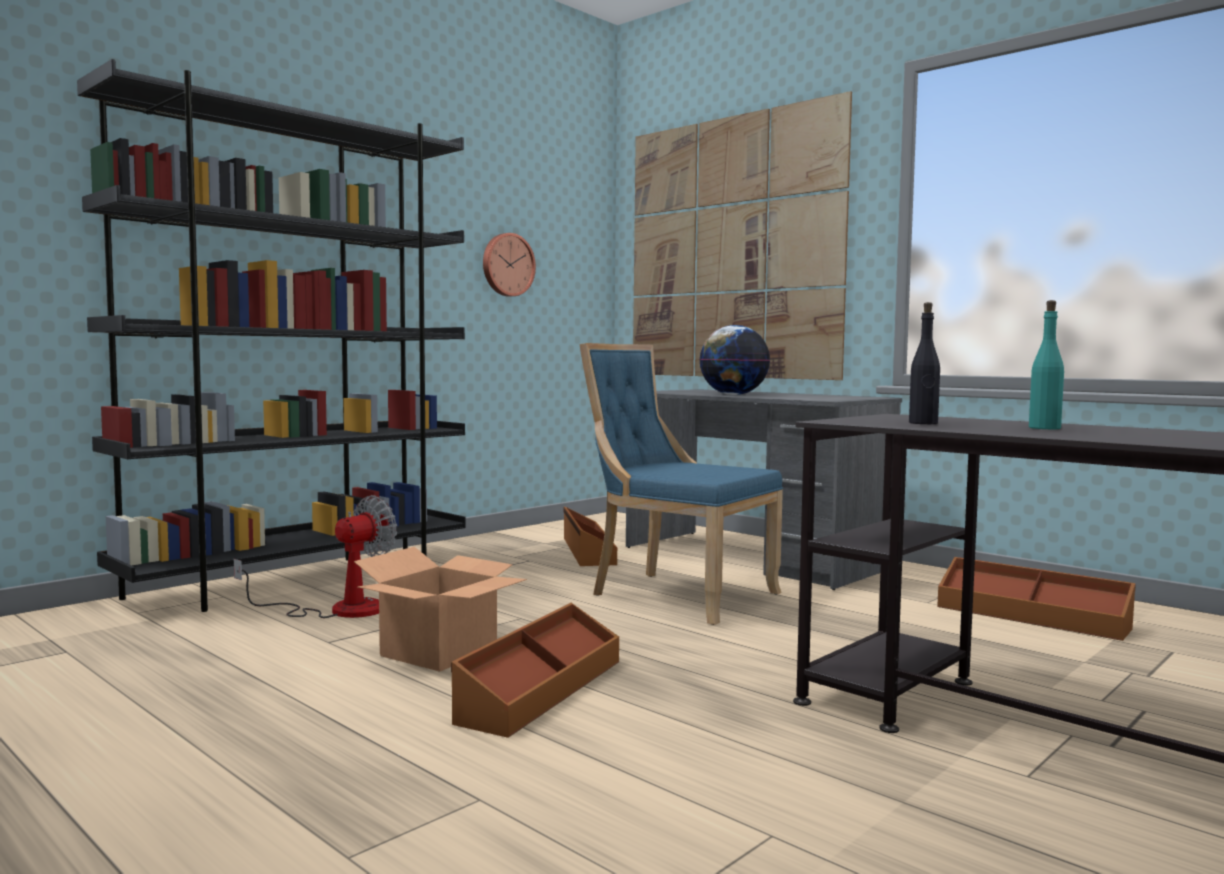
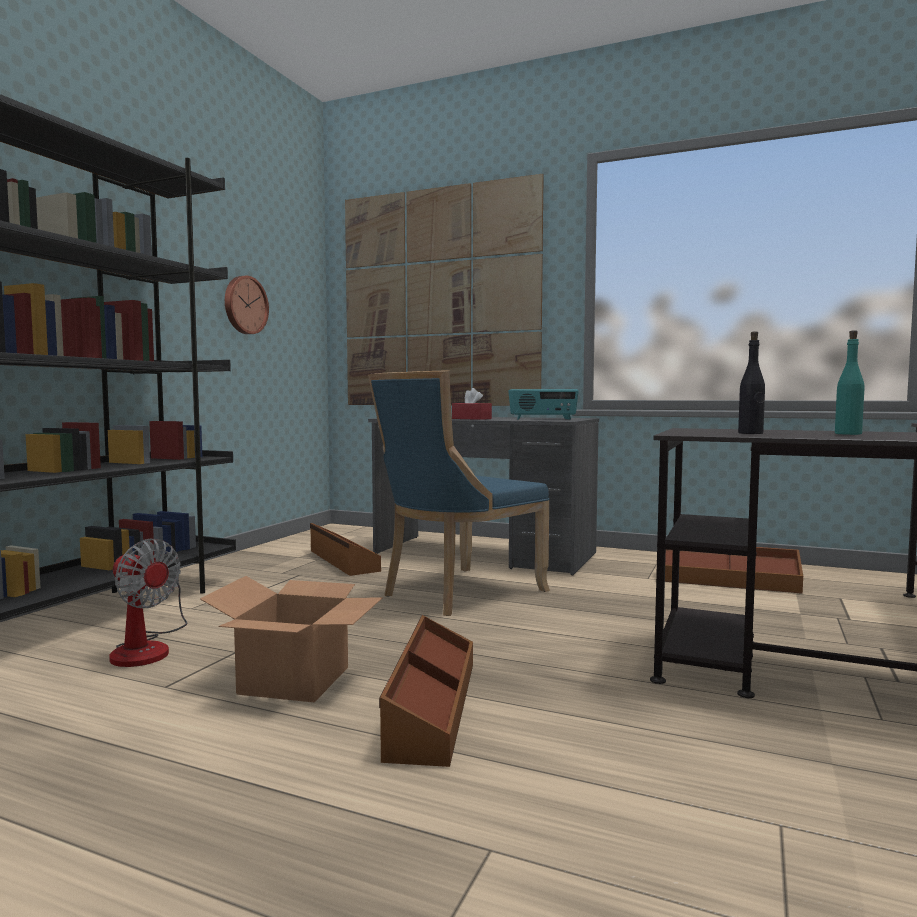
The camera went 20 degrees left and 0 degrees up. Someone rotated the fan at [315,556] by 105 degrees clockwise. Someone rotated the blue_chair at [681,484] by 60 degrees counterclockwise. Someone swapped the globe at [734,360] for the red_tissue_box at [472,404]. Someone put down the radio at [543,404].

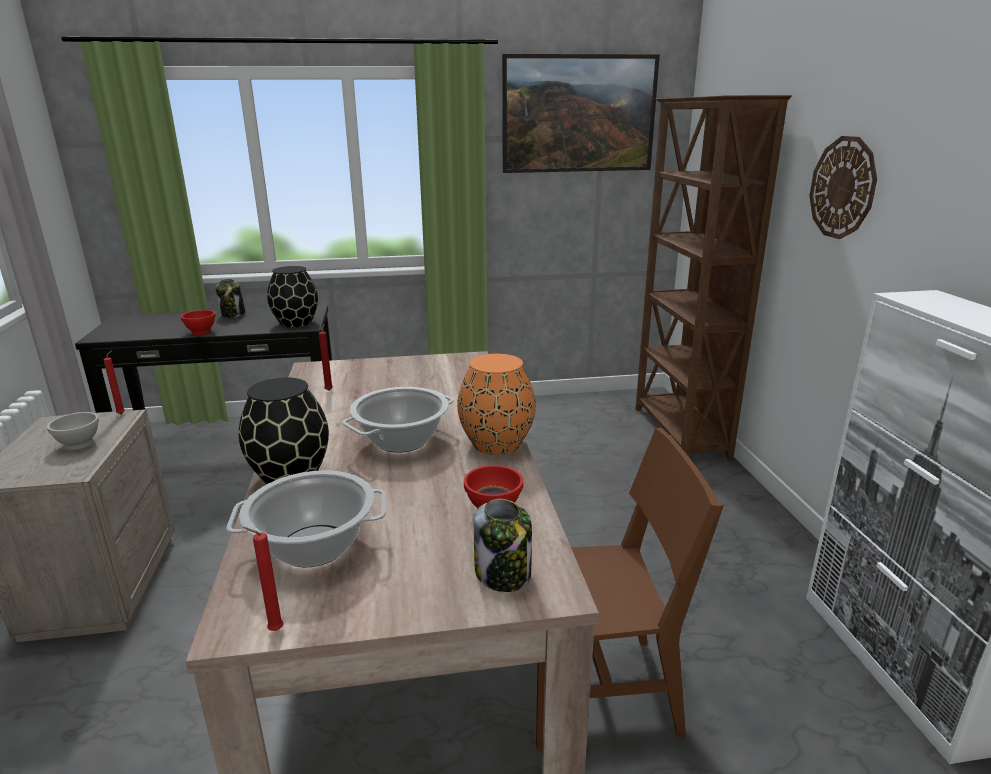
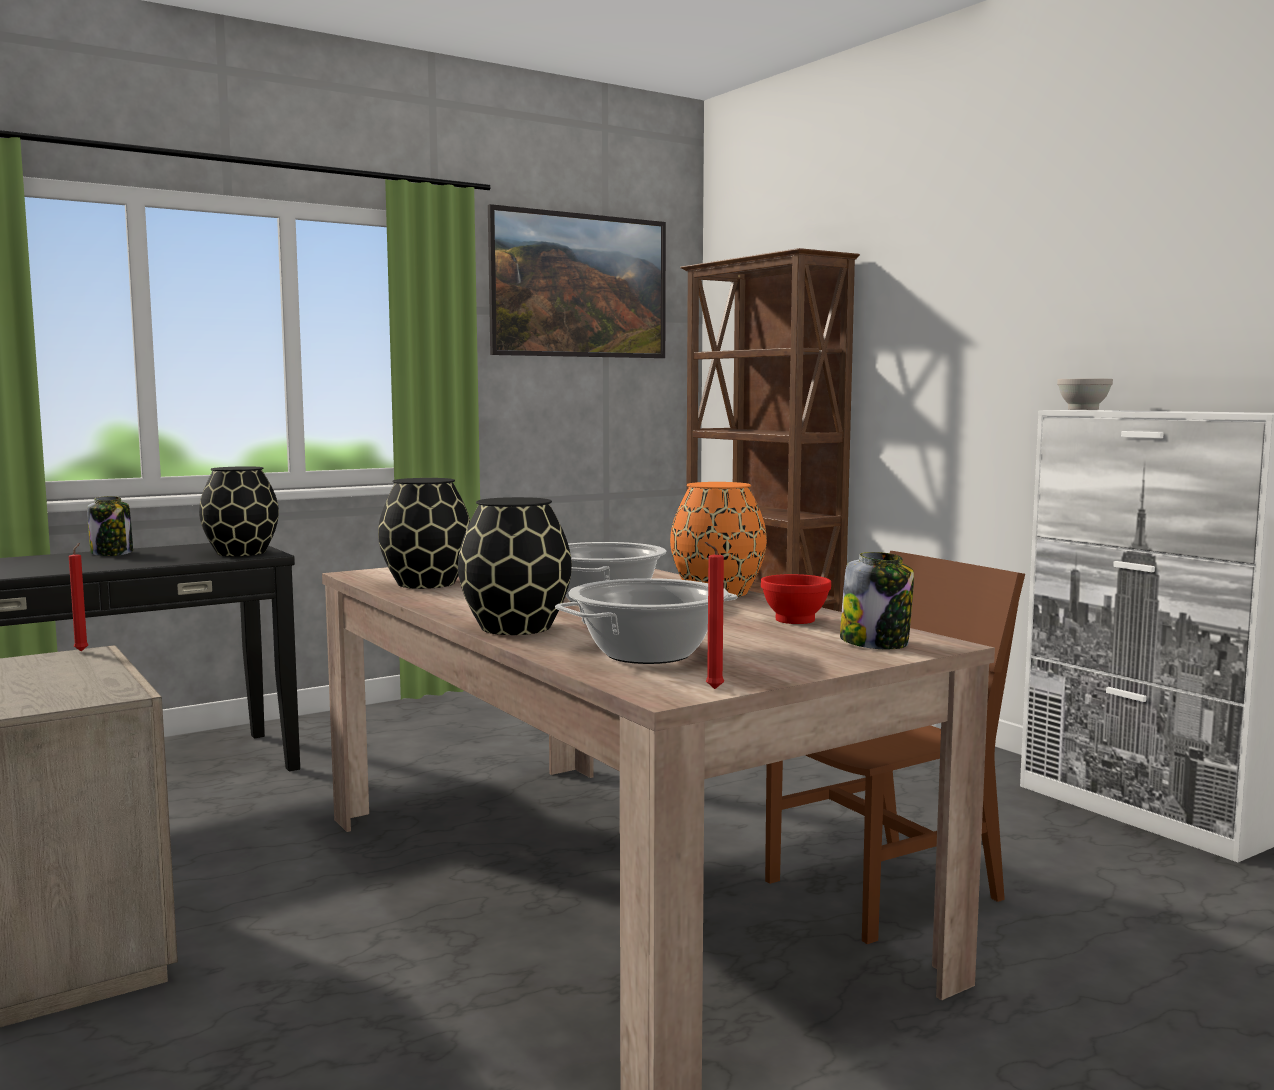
The camera went 25 degrees left and 15 degrees down. Someone swapped the red_candle at [326,357] for the black_vase at [424,533]. Someone carried the white_bowl from [73,431] to [1085,394]. Someone took away the red_bowl at [198,322]. Someone took away the wall_clock at [843,187].

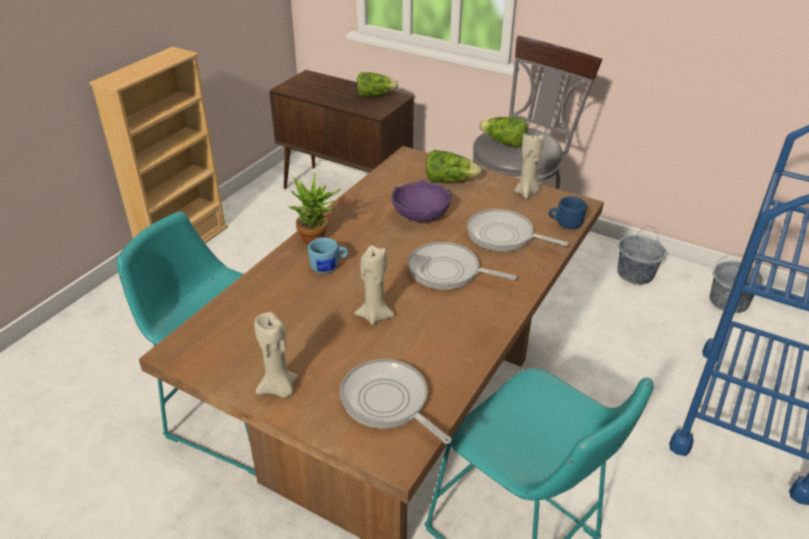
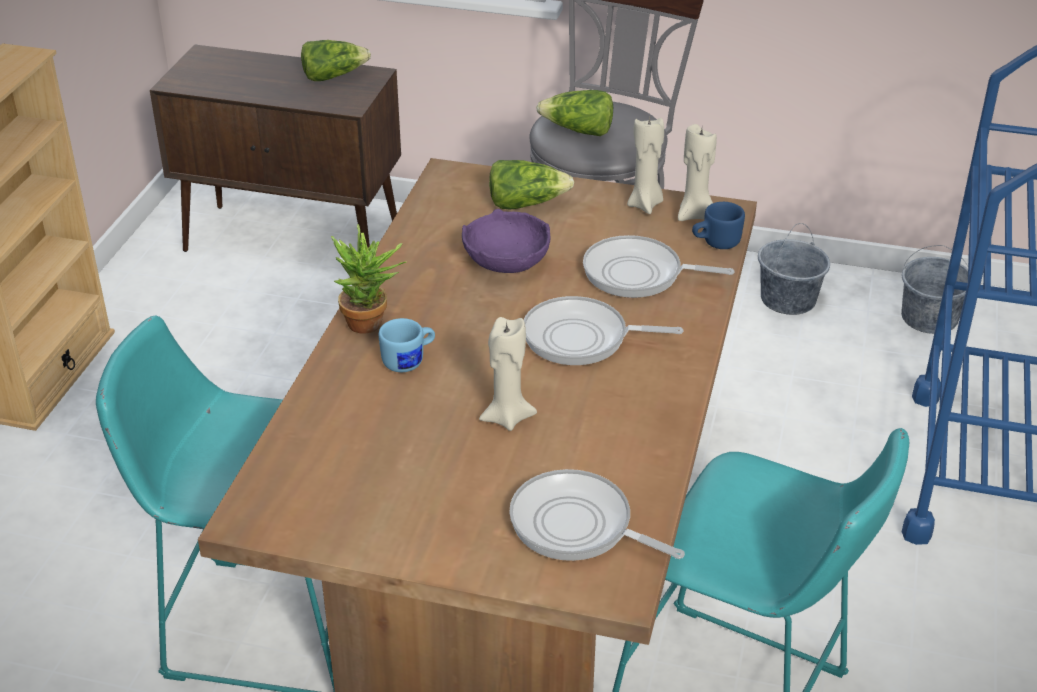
The camera went 15 degrees left and 0 degrees up. Someone carried the beige_candle from [276,355] to [697,172].

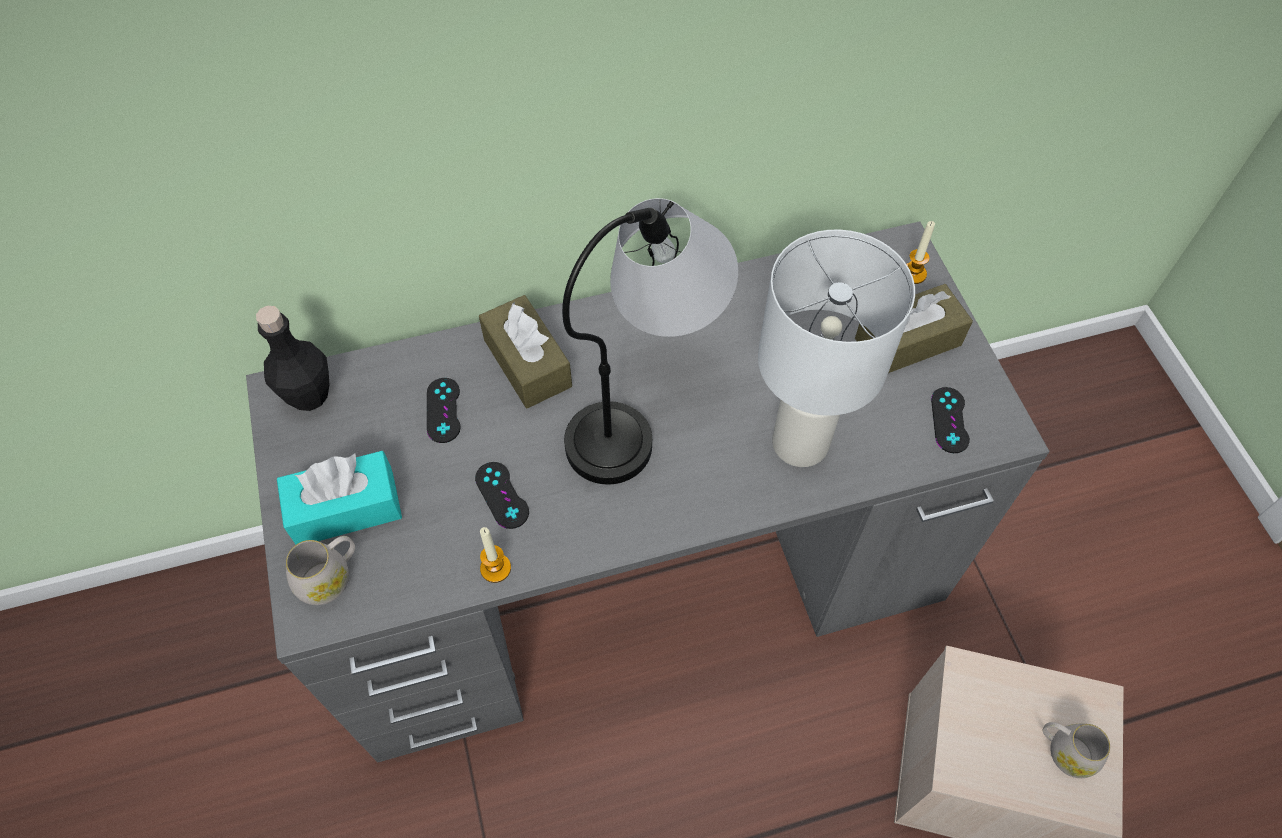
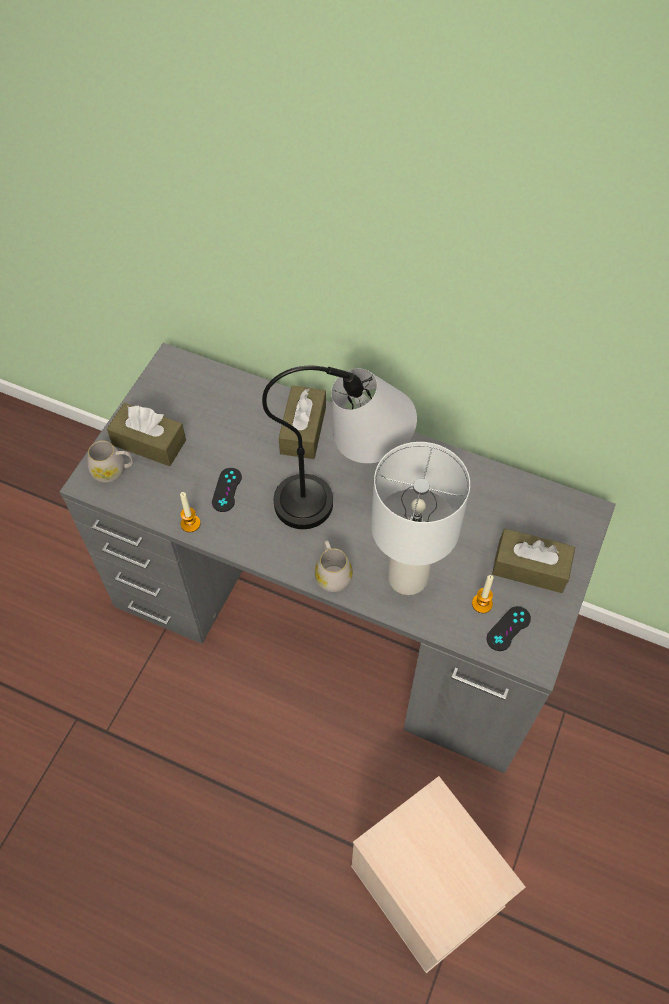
The camera went 40 degrees right and 0 degrees up. Someone repainted the turquoise_tissue_box at [339,497], which became the brown_tissue_box at [146,434]. Someone carried the white_mug from [1076,750] to [334,566]. Someone carried the candle from [921,252] to [483,594]. Someone took away the black_bottle at [292,358]. Someone took away the black_game_controller at [444,410].

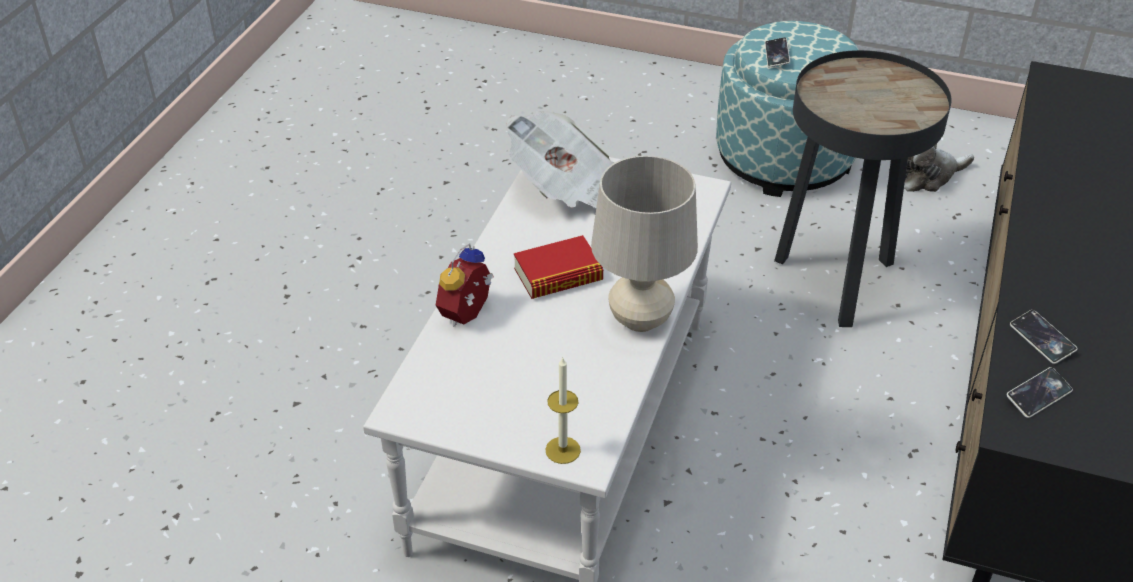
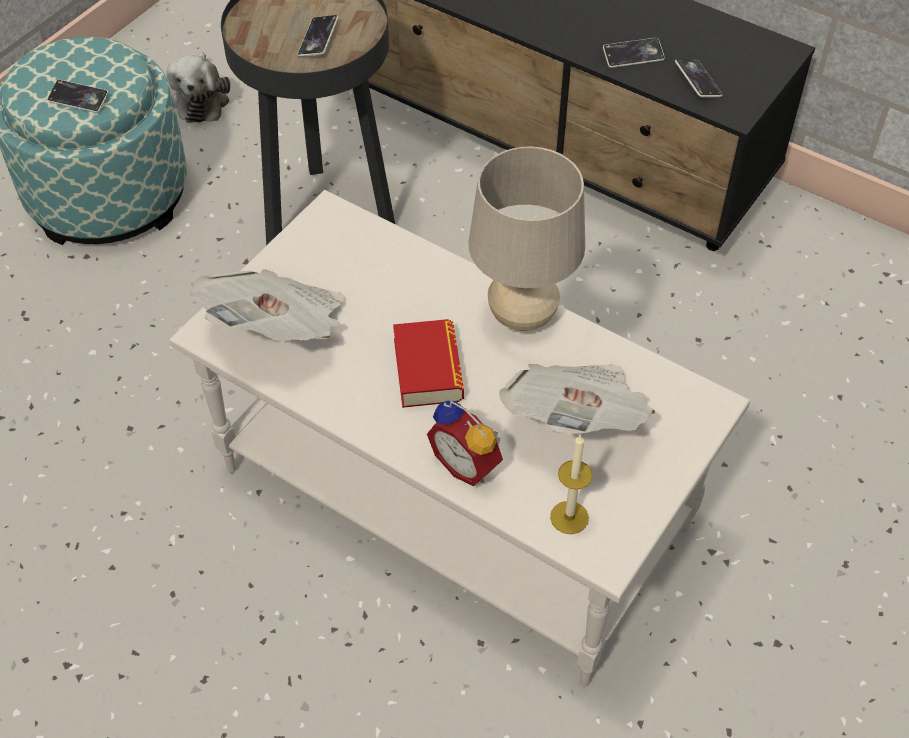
The camera went 75 degrees left and 10 degrees up. Someone put down the phone at [318,36]. Someone put down the newspaper at [577,399]. Someone carried the candle from [563,411] to [571,484].

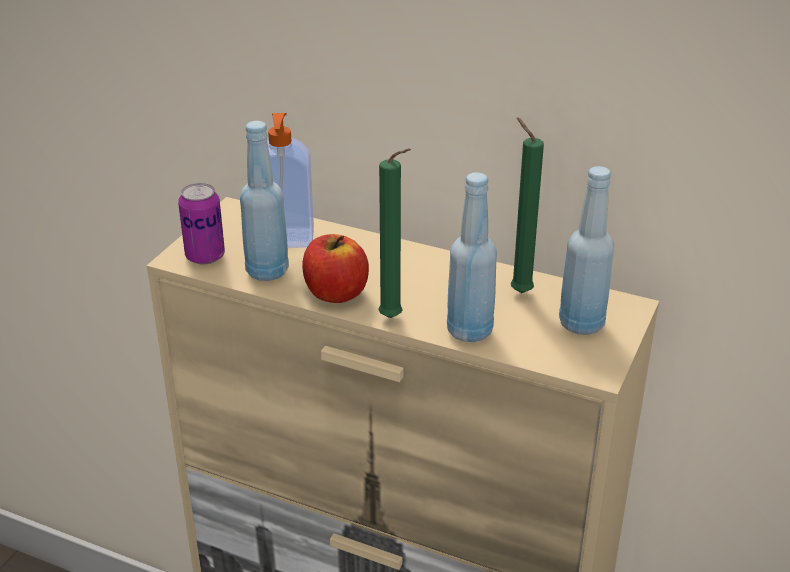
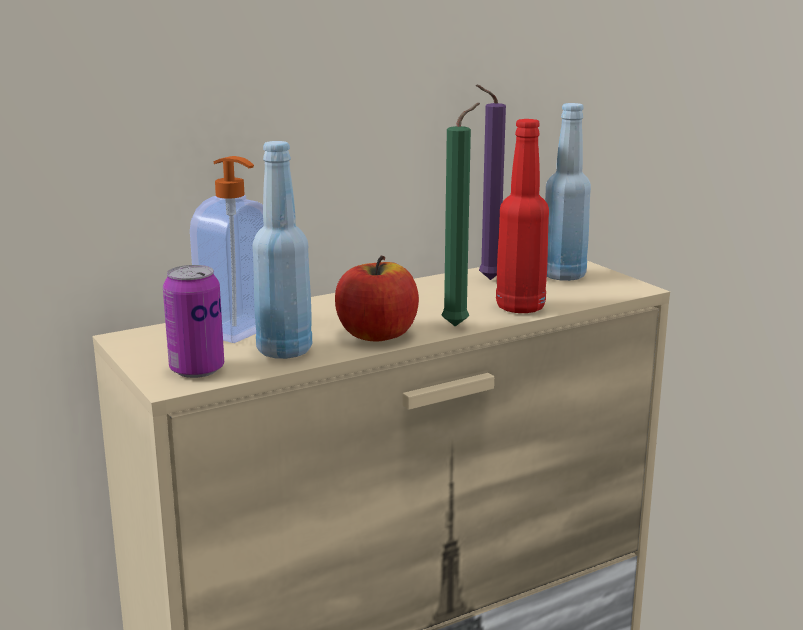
The camera went 55 degrees left and 15 degrees down. Someone repainted the green_candle at [527,205], which became the purple_candle at [491,182]. Someone repainted the blue_bottle at [472,257], which became the red_bottle at [522,216].

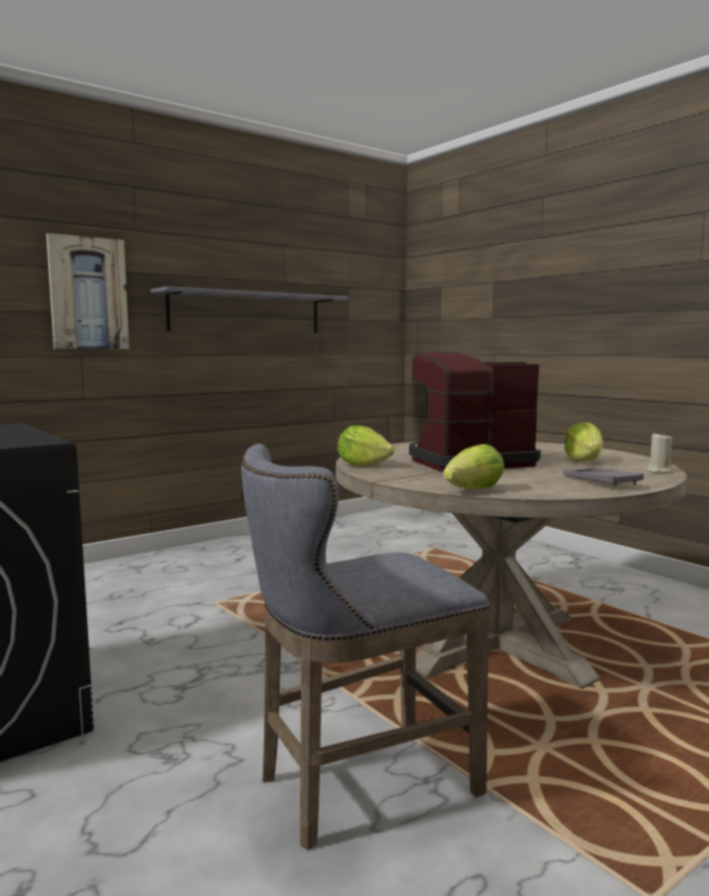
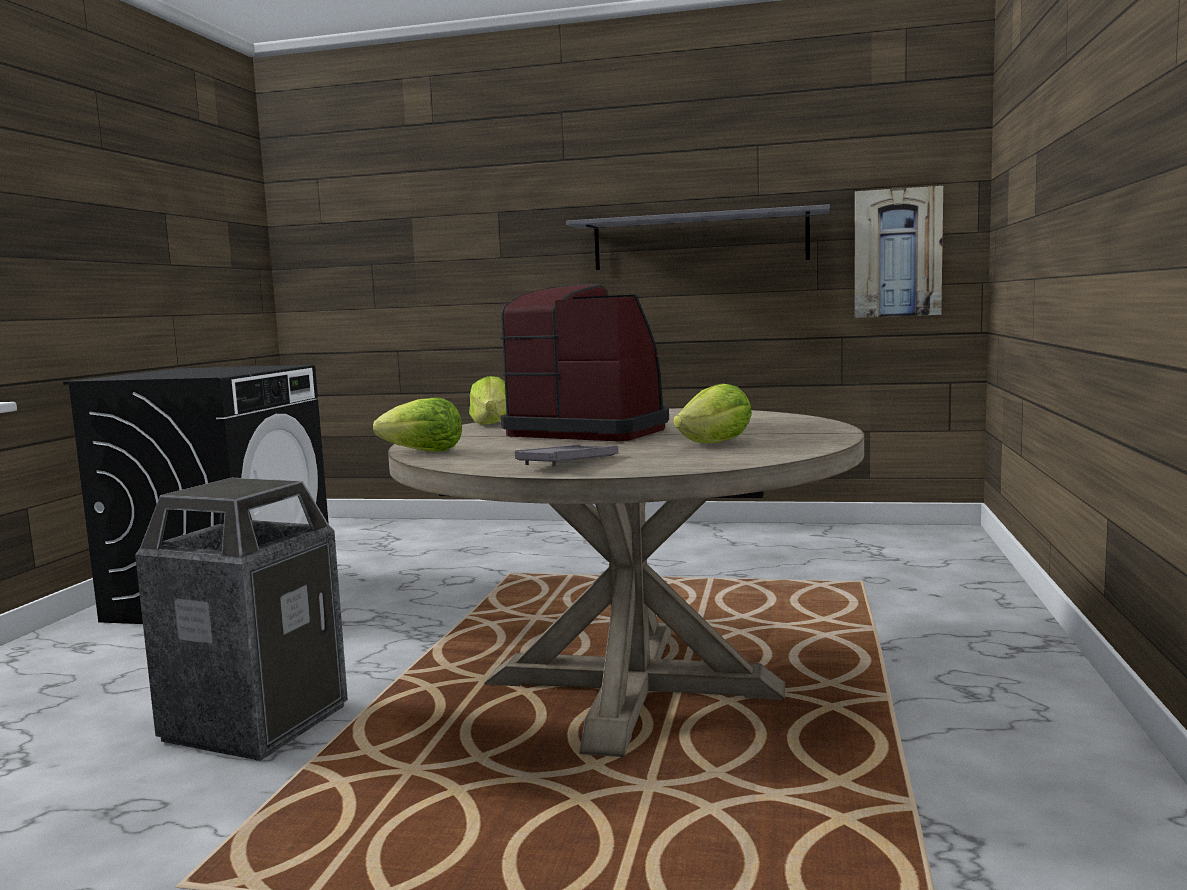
The camera went 50 degrees right and 0 degrees up. Someone swapped the grey_stool at [365,647] for the trash_can at [241,619]. Someone carried the picture from [87,291] to [899,252]. Someone took away the beige_candle at [660,452].

